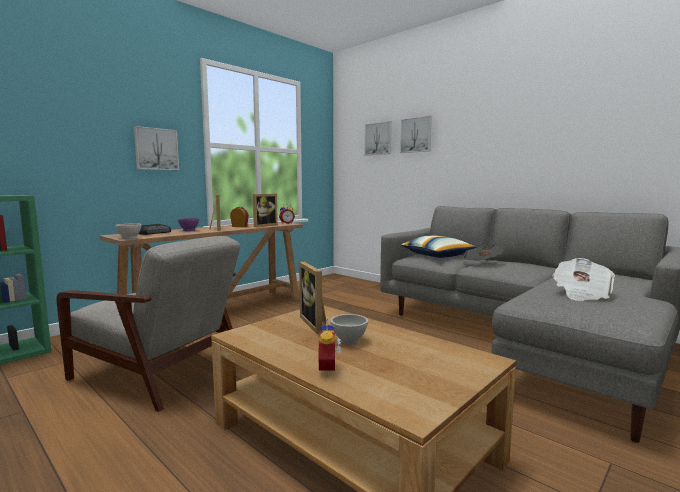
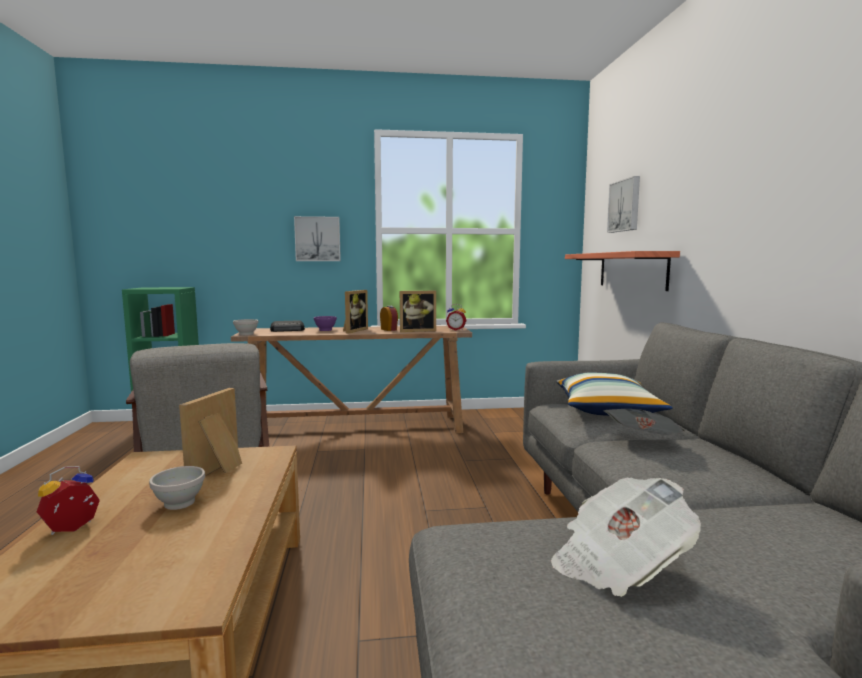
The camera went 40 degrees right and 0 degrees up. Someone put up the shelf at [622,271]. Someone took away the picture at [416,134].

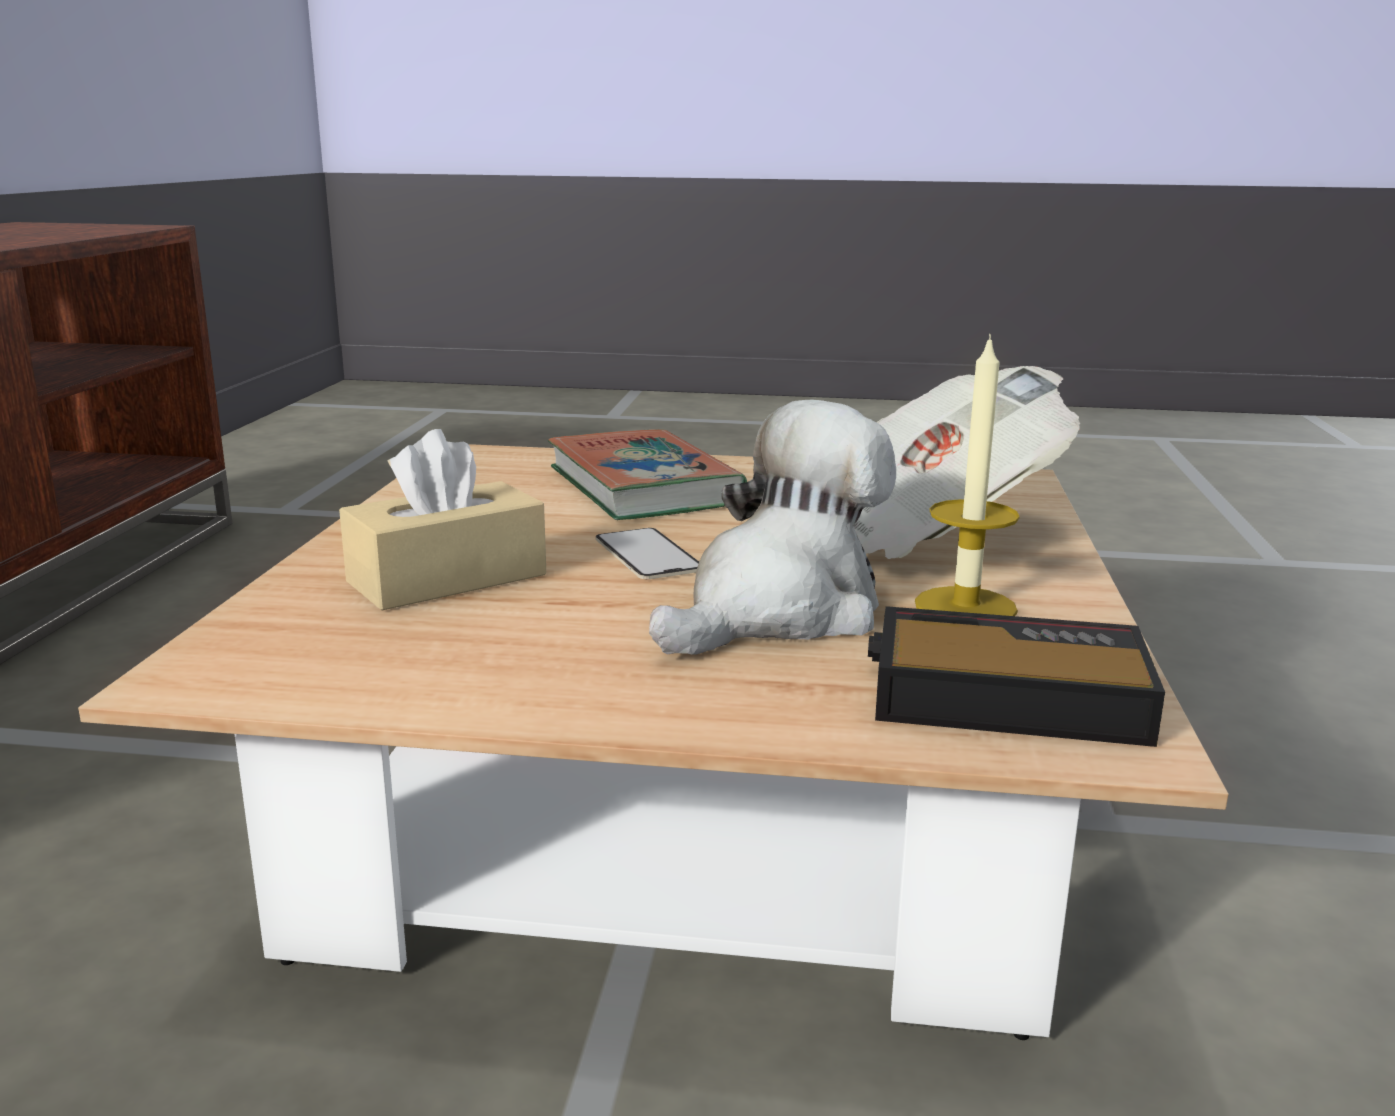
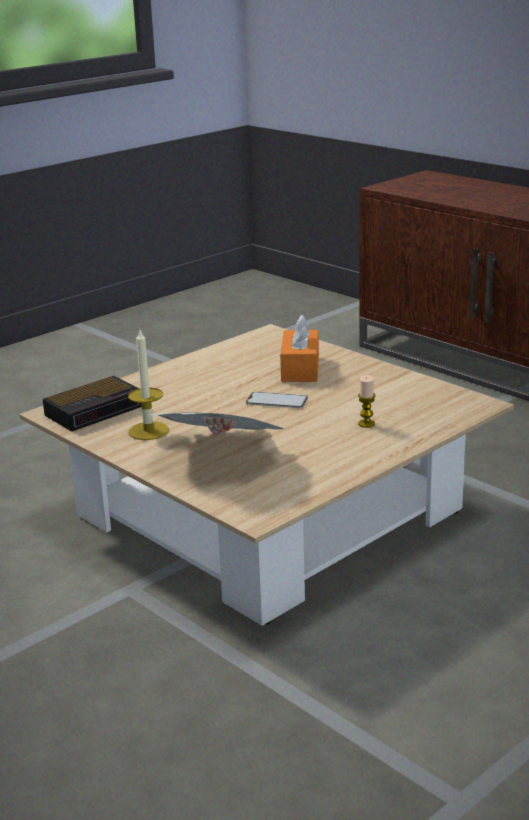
The camera went 130 degrees right and 5 degrees up. Someone repainted the beige_tissue_box at [442,519], which became the orange_tissue_box at [299,348]. Someone swapped the book at [647,474] for the candle at [366,401]. Someone took away the plush_toy at [772,527].

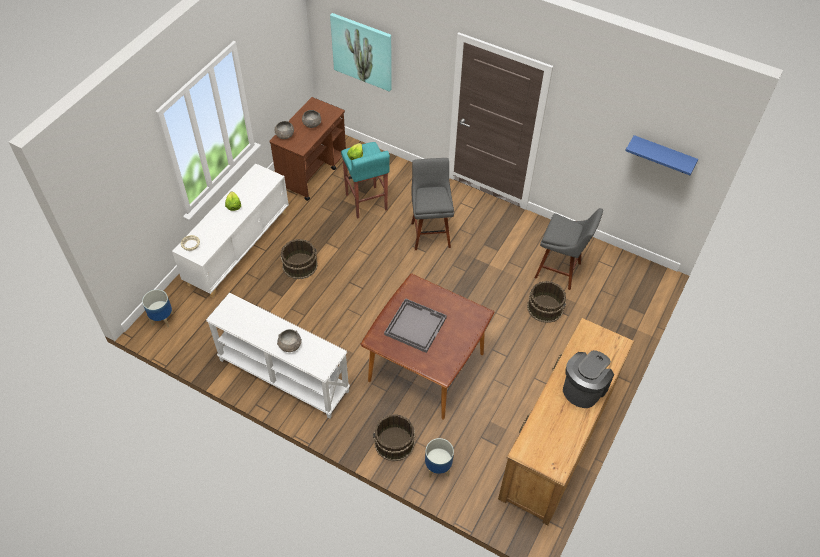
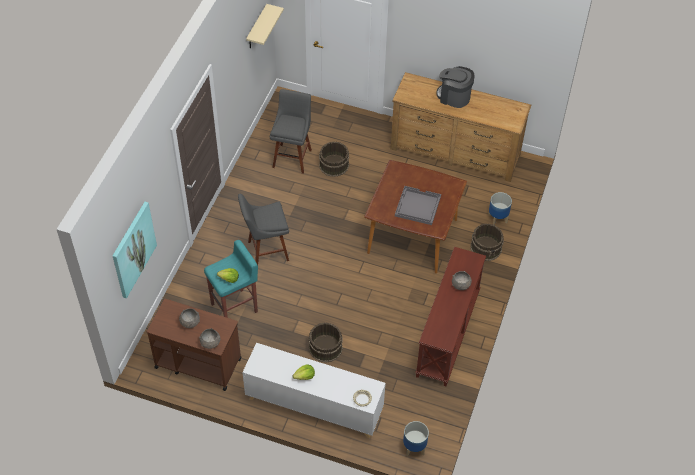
The camera went 100 degrees left and 0 degrees up. Someone repainted the blue_shelf at [661,155], which became the beige_shelf at [265,26]. Someone repainted the white_console_table at [278,356], which became the brown_console_table at [450,316].

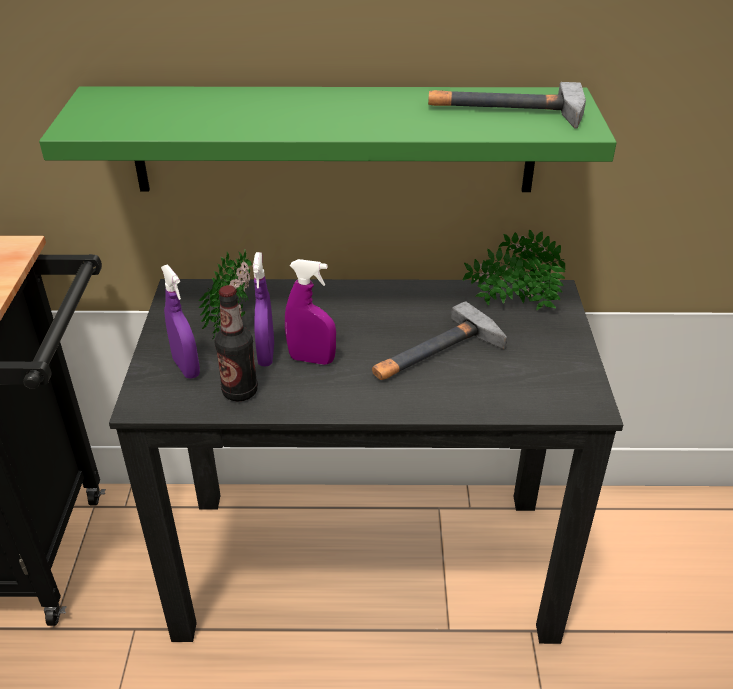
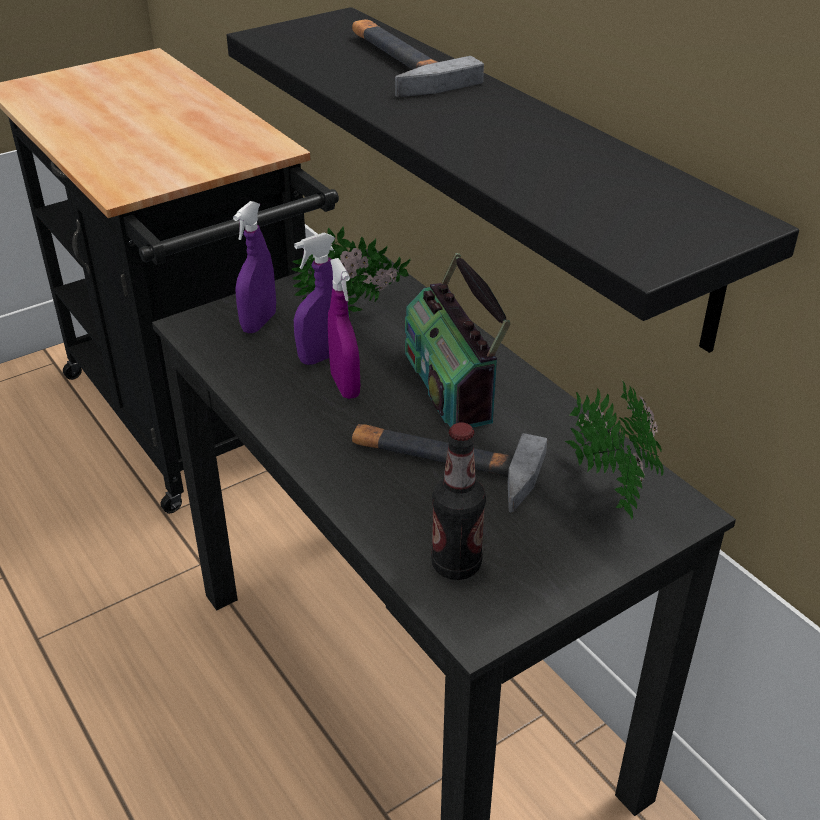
The camera went 55 degrees right and 0 degrees up. Someone repainted the green_shelf at [328,139], which became the black_shelf at [512,180]. Someone carried the hammer from [507,105] to [418,58]. Someone put down the radio at [458,340]. Someone carried the bottle from [236,343] to [458,501].

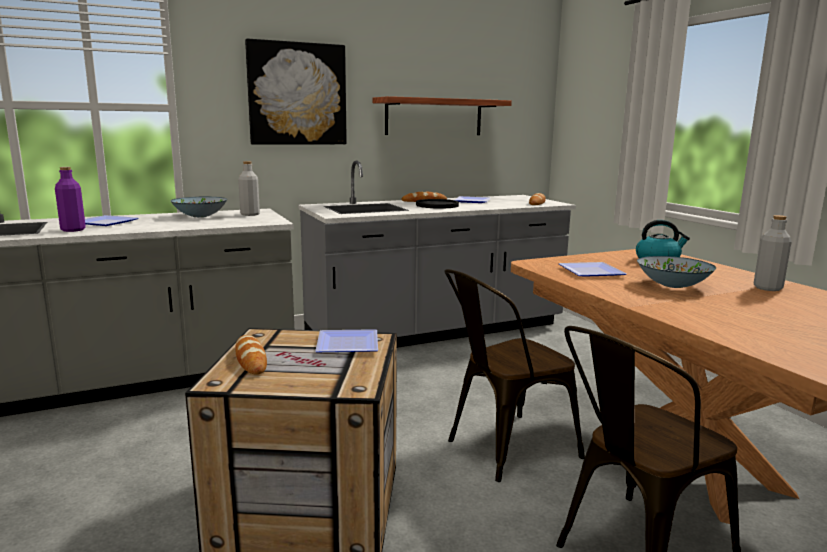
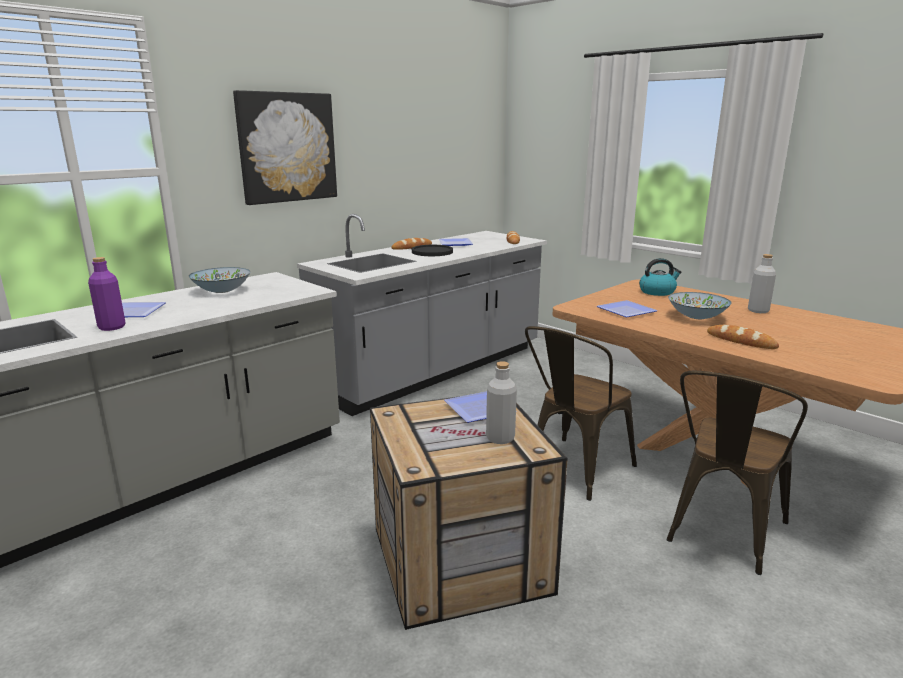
The camera went 20 degrees left and 5 degrees up. Someone carried the grey_bottle from [249,188] to [501,402]. Someone carried the bread from [251,355] to [743,337]. Someone took away the shelf at [442,115].

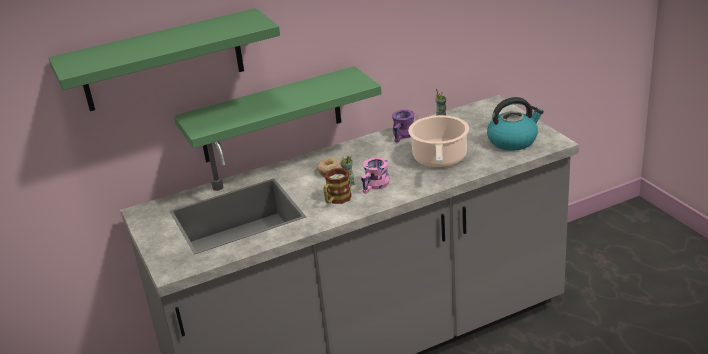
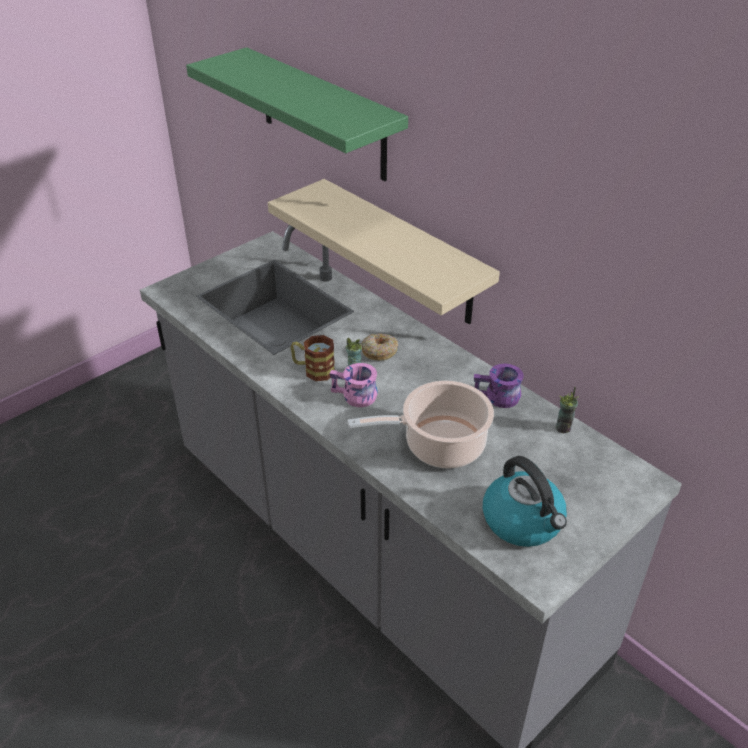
The camera went 70 degrees right and 10 degrees up. Someone repainted the green_shelf at [278,114], which became the beige_shelf at [384,251].

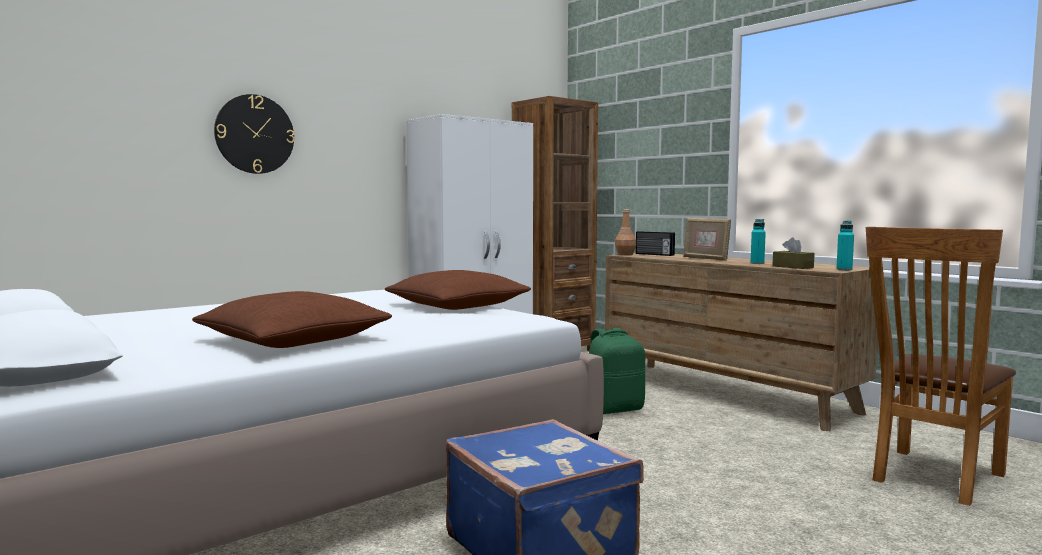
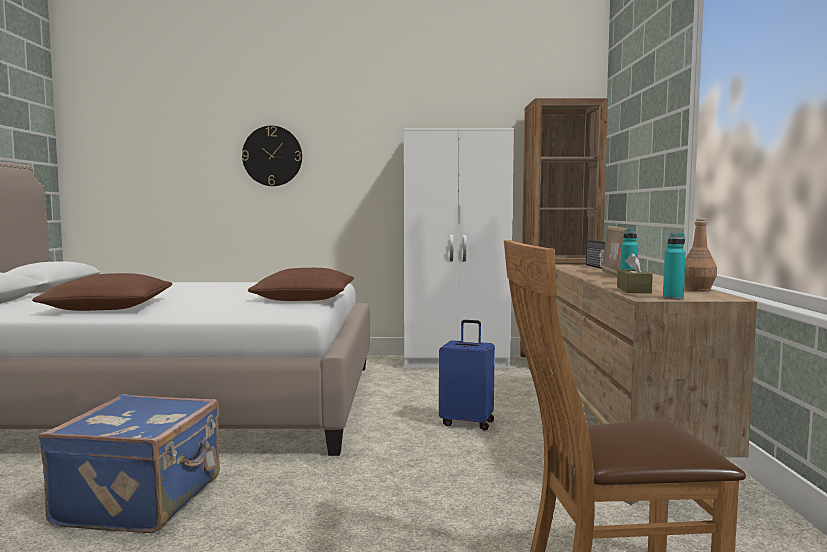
The camera went 40 degrees right and 0 degrees up. Someone swapped the green_backpack at [617,371] for the blue_suitcase at [467,375]. Someone carried the brown_bottle from [625,232] to [700,255].

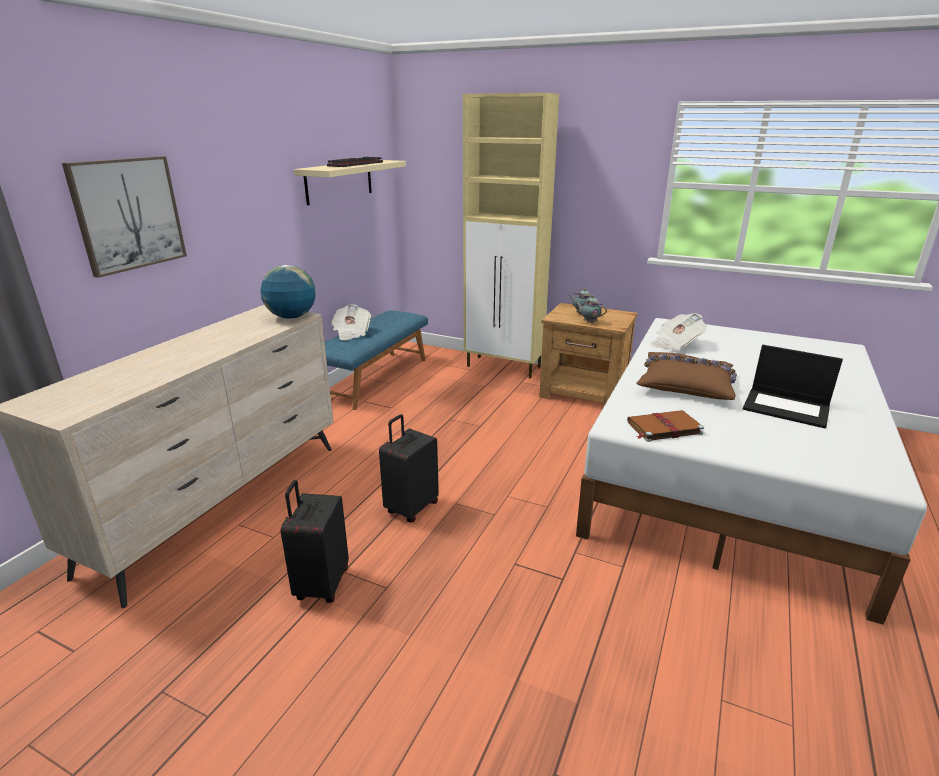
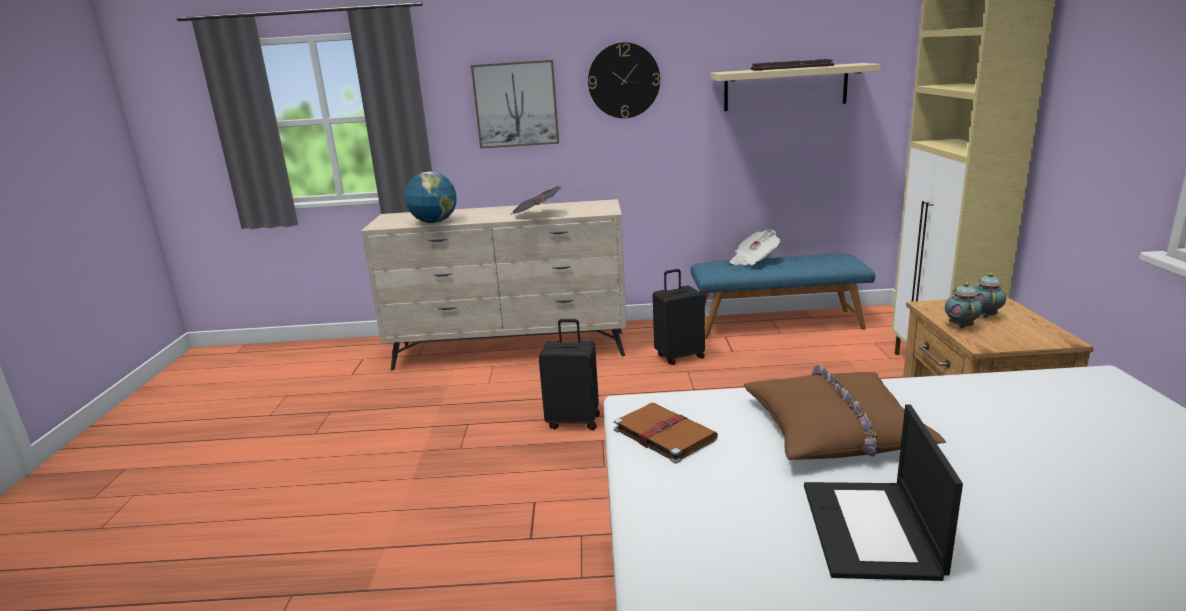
The camera went 65 degrees right and 5 degrees down. Someone carried the globe from [288,292] to [431,197]. Someone carried the newspaper from [679,331] to [536,200]. Someone put up the wall_clock at [624,80]. Someone carried the black_suitcase from [315,541] to [679,317].

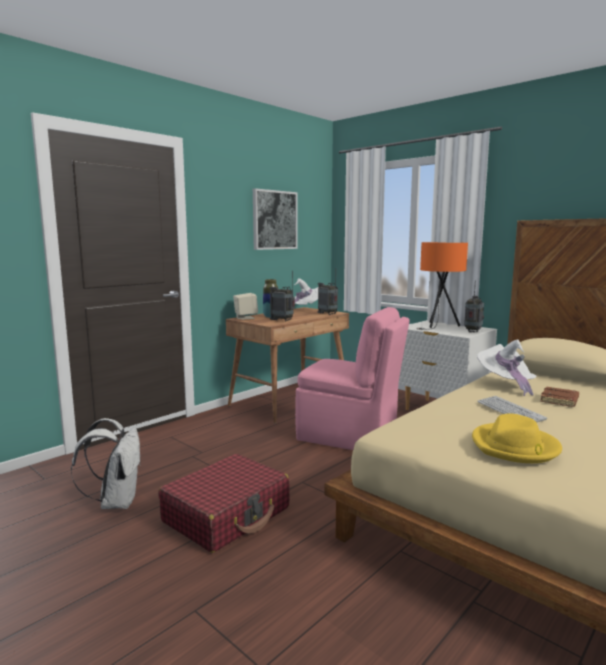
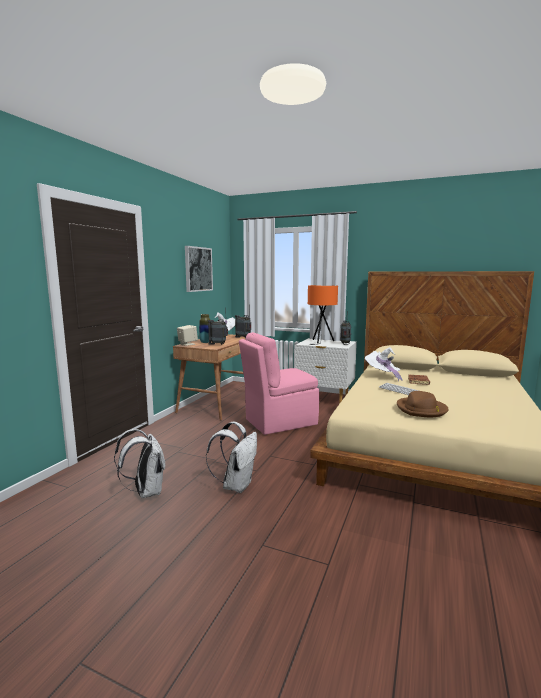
The camera went 20 degrees left and 0 degrees up. Someone swapped the red_suitcase at [224,503] for the white_backpack at [231,457]. Someone rotated the pink_chair at [352,378] by 150 degrees clockwise. Someone repainted the yellow_hat at [517,438], which became the brown_hat at [423,404].

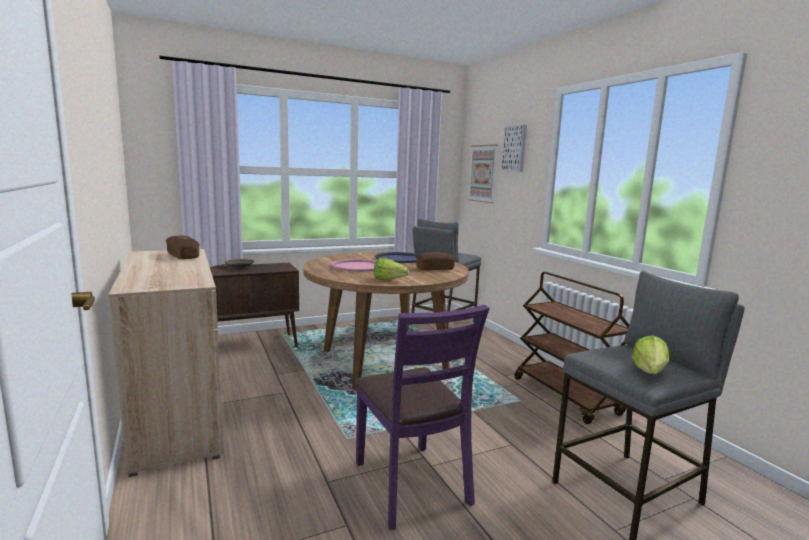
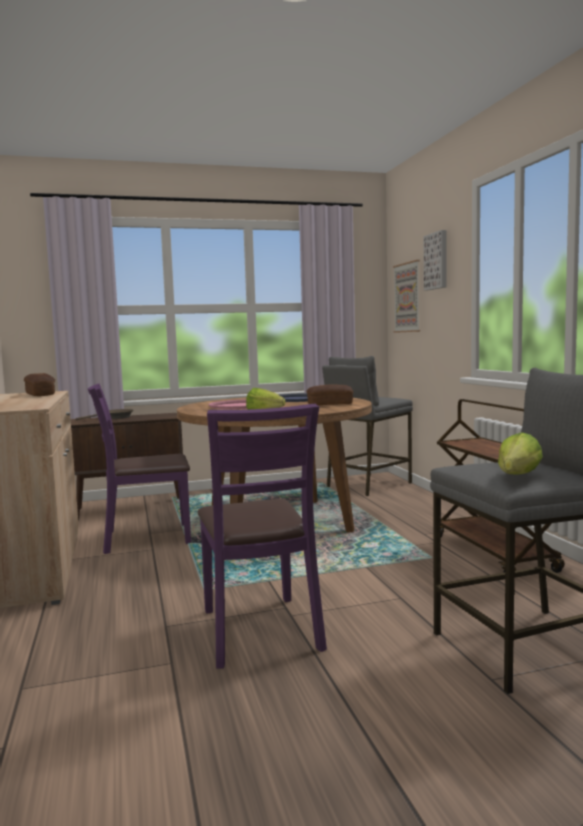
The camera went 10 degrees right and 5 degrees down. Someone put down the purple_chair at [139,469].

